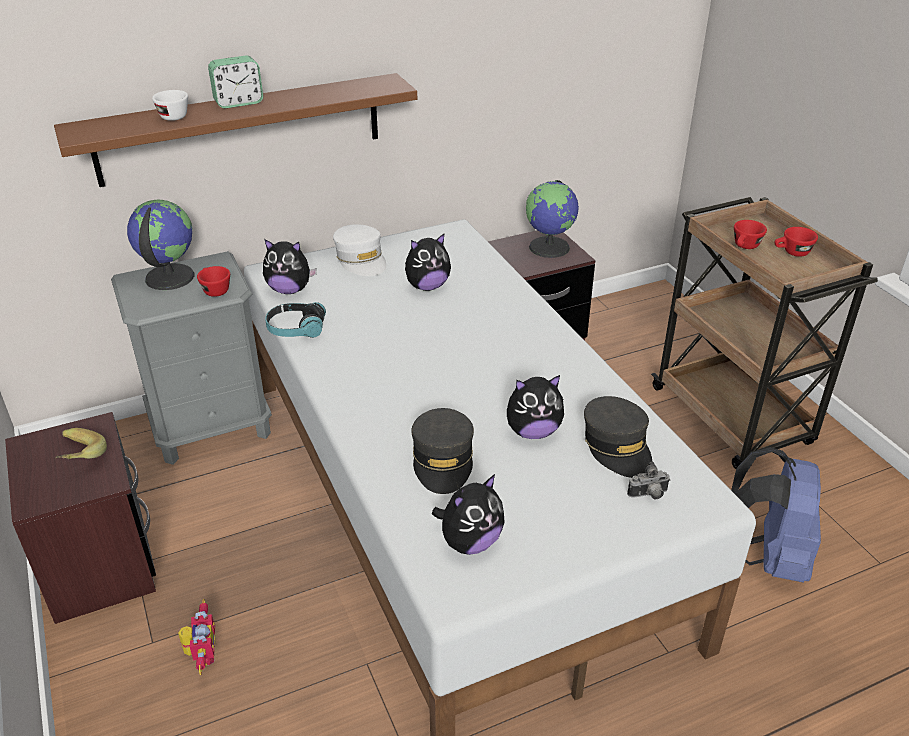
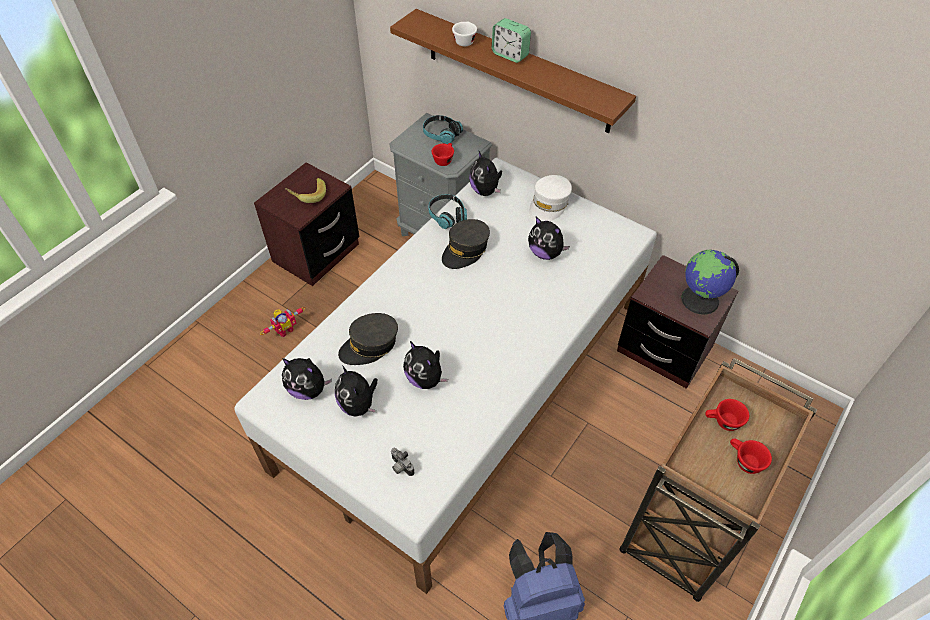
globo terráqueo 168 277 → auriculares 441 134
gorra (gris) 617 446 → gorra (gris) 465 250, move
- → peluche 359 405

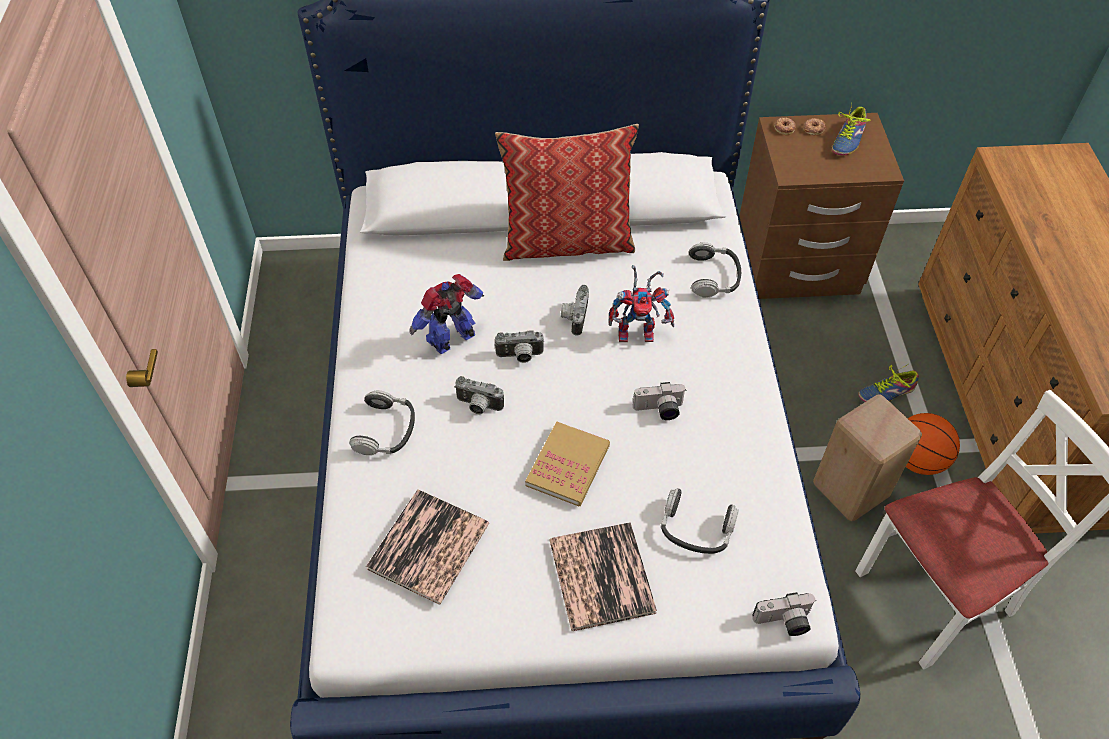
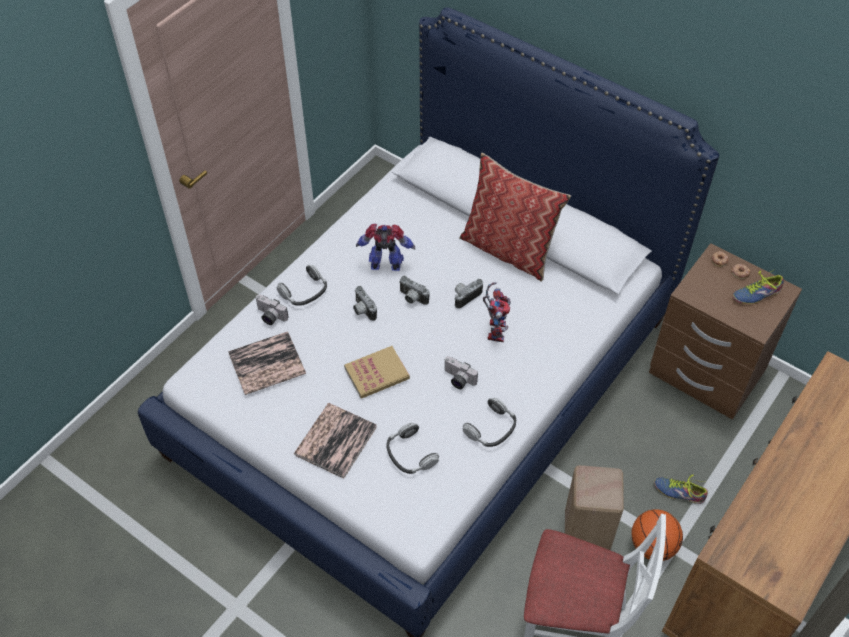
robot de juguete 639 331 → robot de juguete 494 328, 120 degrees counterclockwise
auriculares 714 276 → auriculares 491 428, move
cámara 784 622 → cámara 269 316, move

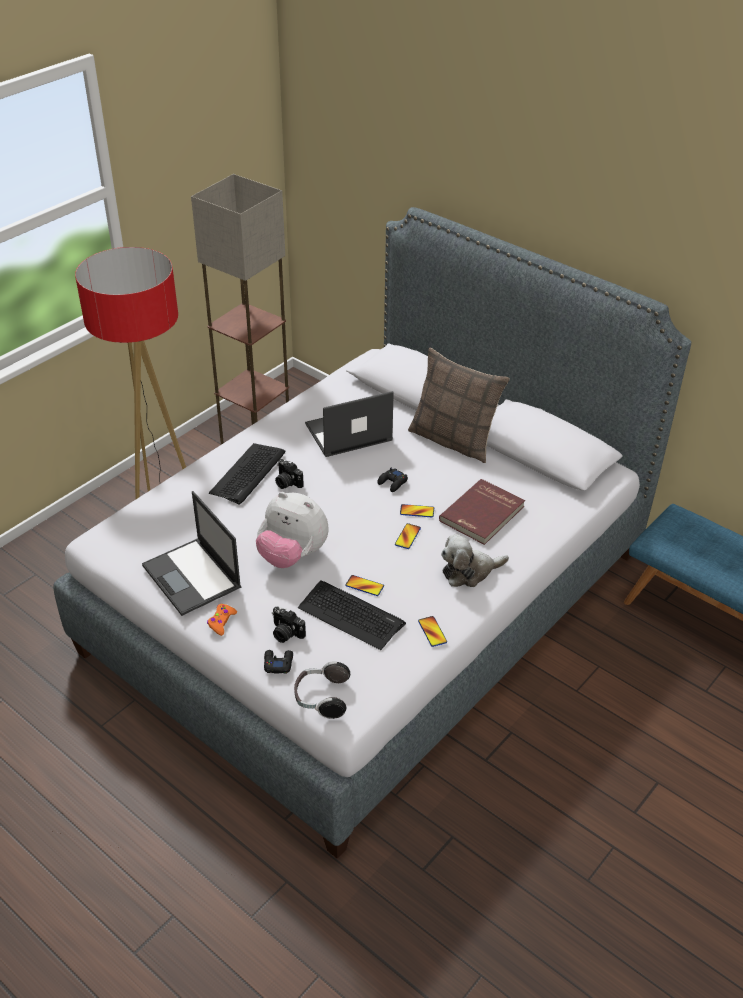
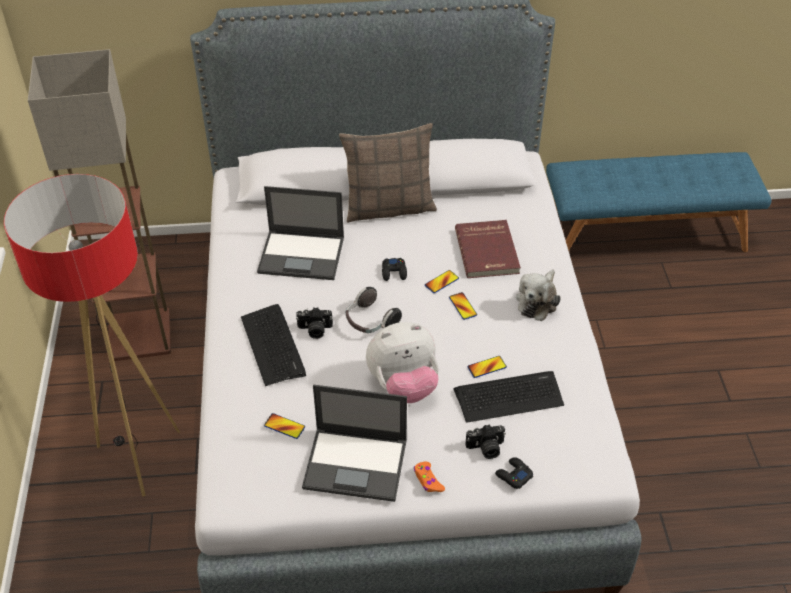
auriculares 321 698 → auriculares 370 322, move
portátil 347 433 → portátil 302 255, 105 degrees counterclockwise
móvil 432 632 → móvil 284 426, move

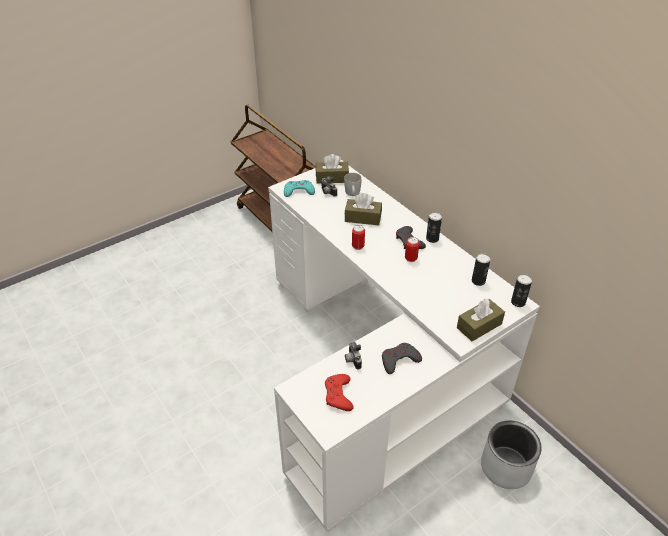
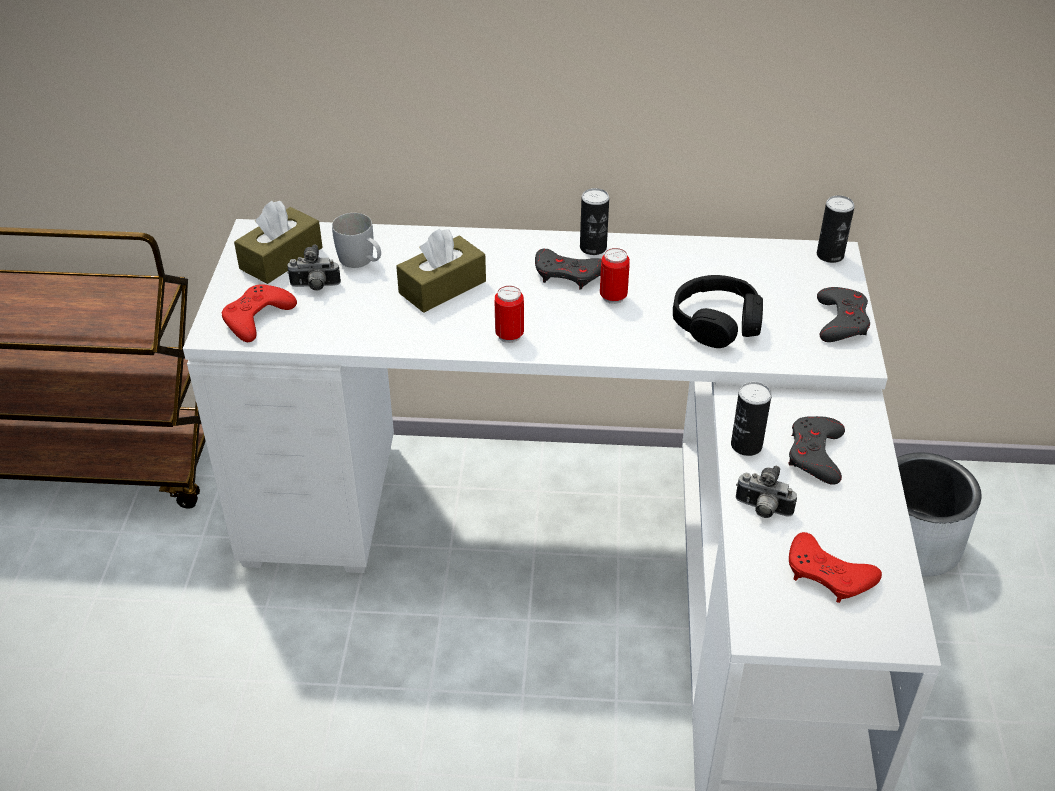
mando de consola (turquesa) 298 191 → mando de consola (rojo) 257 317
caja de pañuelos (marrón) 479 326 → mando de consola (gris) 841 321
lata 478 281 → lata 746 445, move
- → auriculares (negro) 717 322

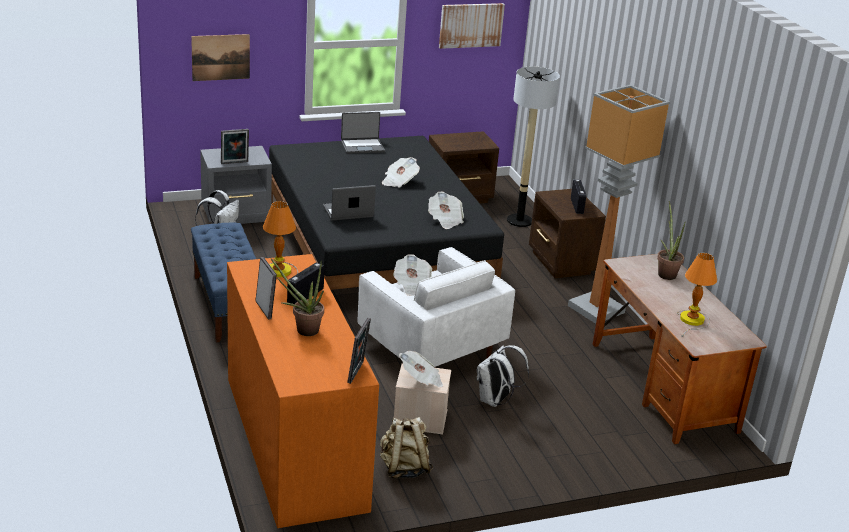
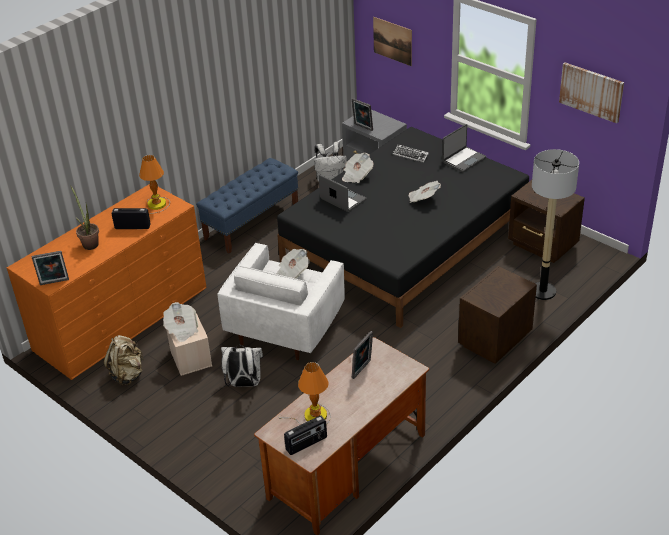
portarretratos 265 309 → portarretratos 362 370, move
portátil 362 146 → portátil 463 159, 90 degrees counterclockwise
periódico 445 220 → periódico 356 175, move
lámpara de pie 597 309 → -
radio 577 206 → radio 306 444, move
planta en maceta 665 273 → -
- → teclado 410 155

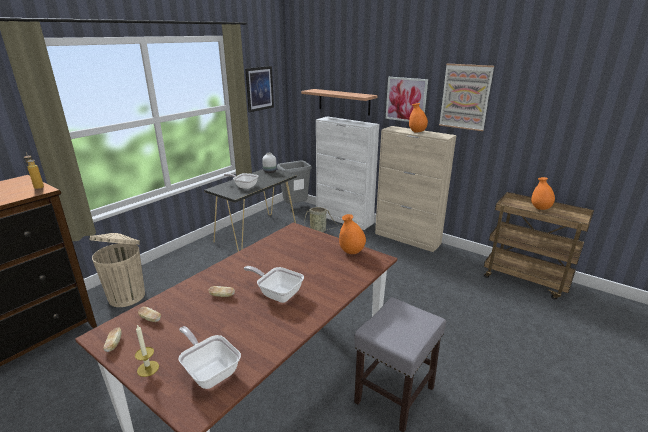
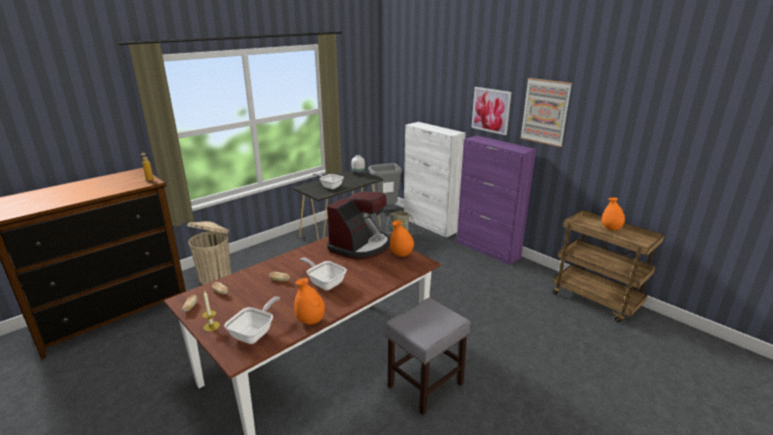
sartén 209 371 → sartén 255 333, 60 degrees clockwise
cuadro 259 88 → -
estante 344 102 → -
armario (beis) 407 239 → armario (morado) 488 249
florero (naranja) 417 132 → florero (naranja) 310 321, move
- → cafetera 360 246

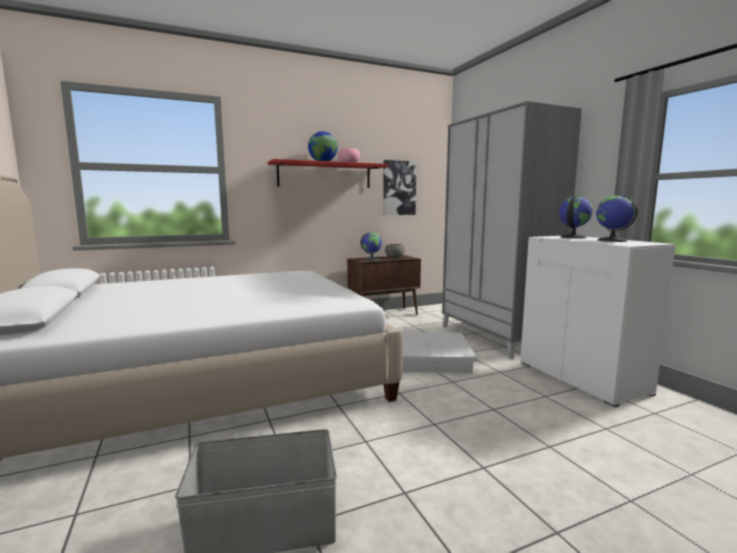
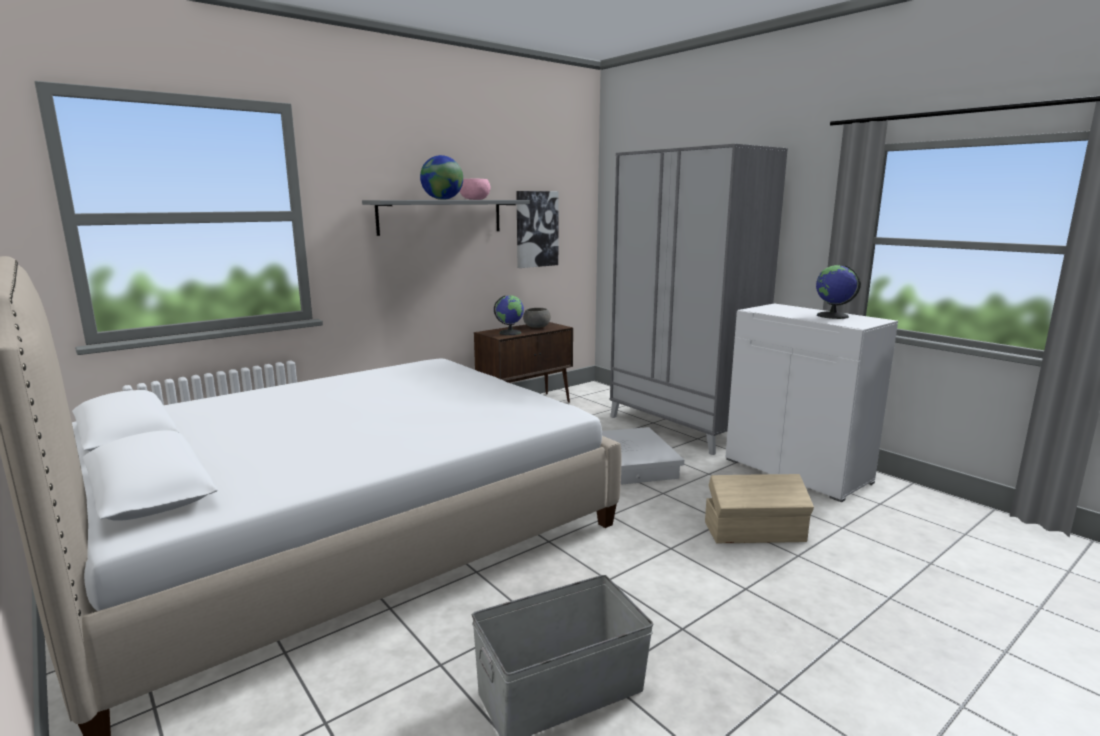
estante (rojo) 325 175 → estante (gris) 441 216
globo terráqueo 572 237 → -
- → caja de almacenaje (beis) 755 532

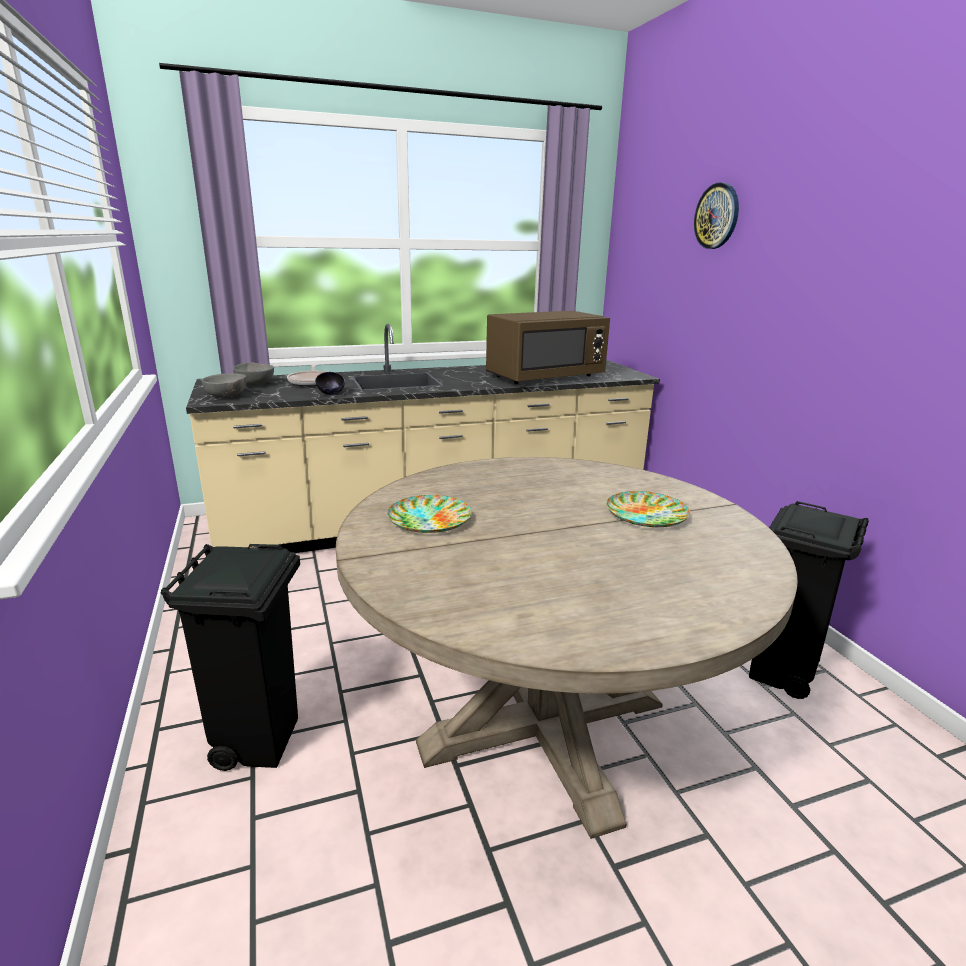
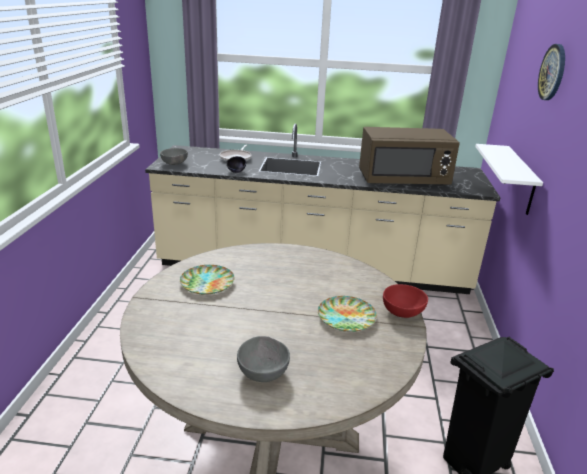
papelera (negro) 259 741 → -
cuenco (gris) 256 384 → cuenco (gris) 264 372, move
- → cuenco (rojo) 403 313
- → estante (blanco) 519 180

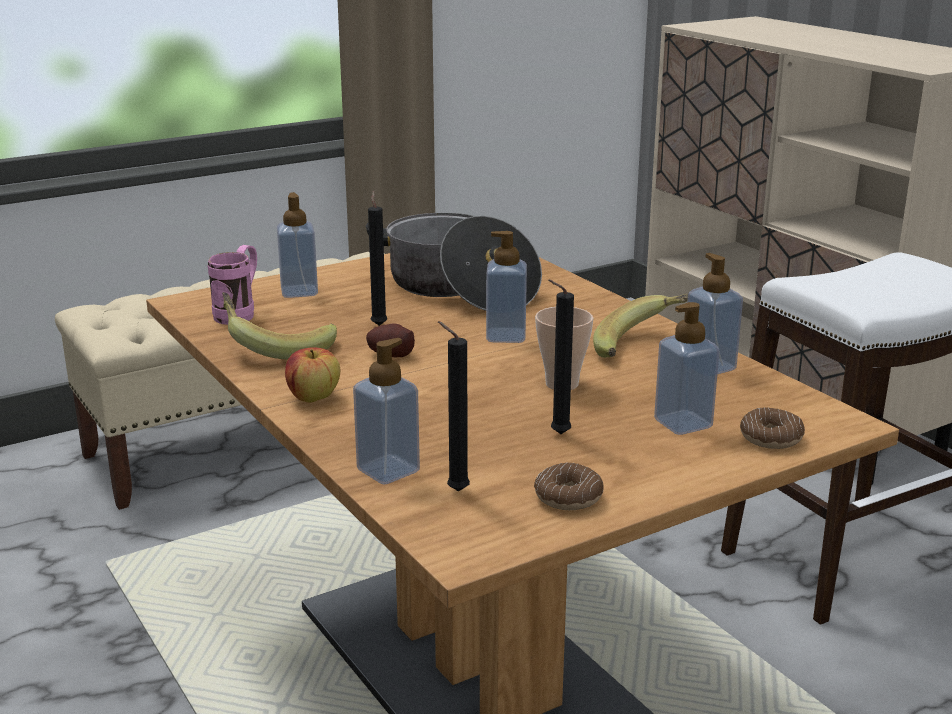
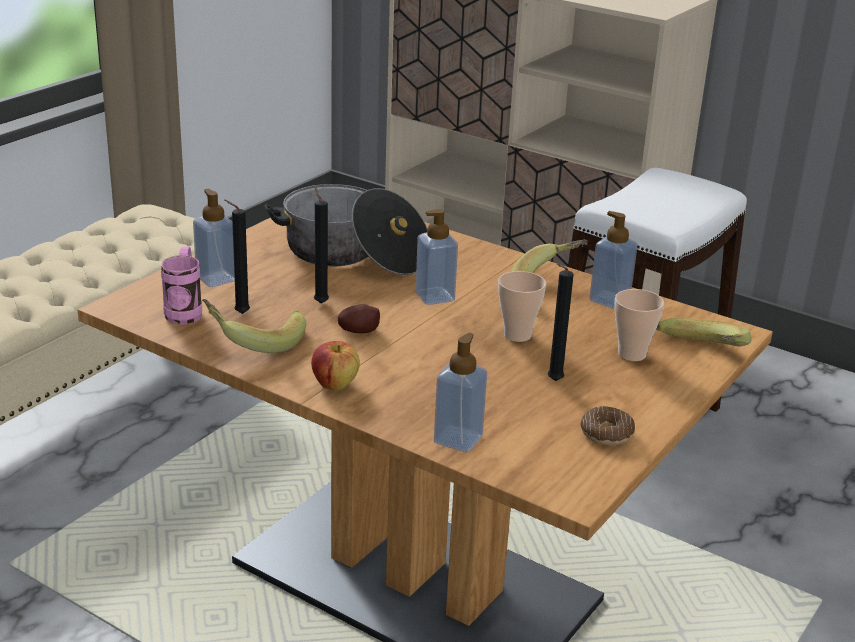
vela (negro) 454 490 → vela (negro) 239 313, move
dispensador de jabón 683 423 → taza 632 354
rosquilla 771 438 → plátano 699 355

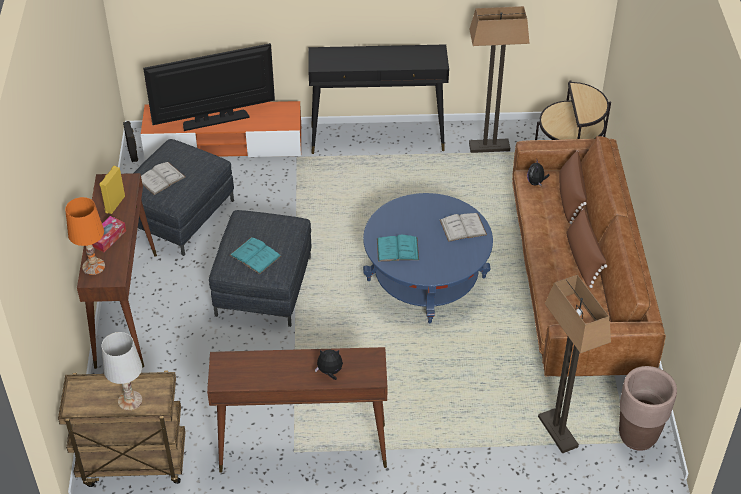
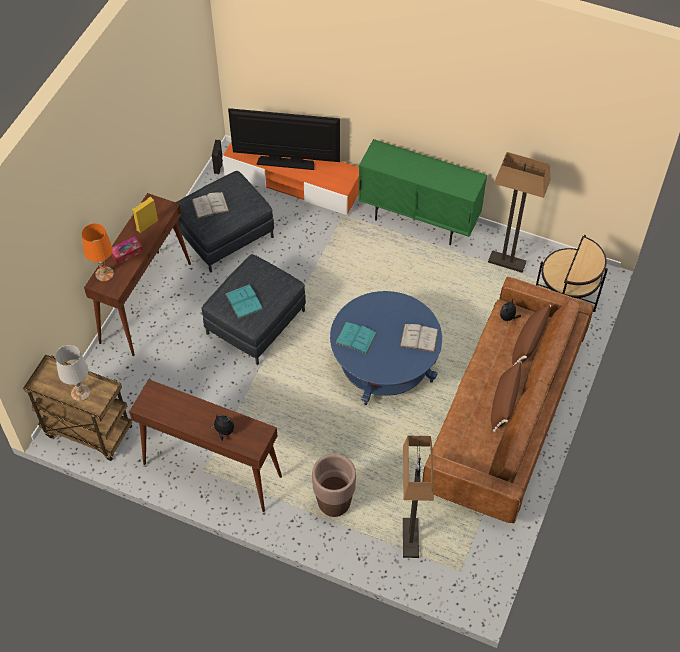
mesa consola (negro) 378 138 → armario (verde) 418 221
maceta (marrón) 637 436 → maceta (marrón) 334 504, move

